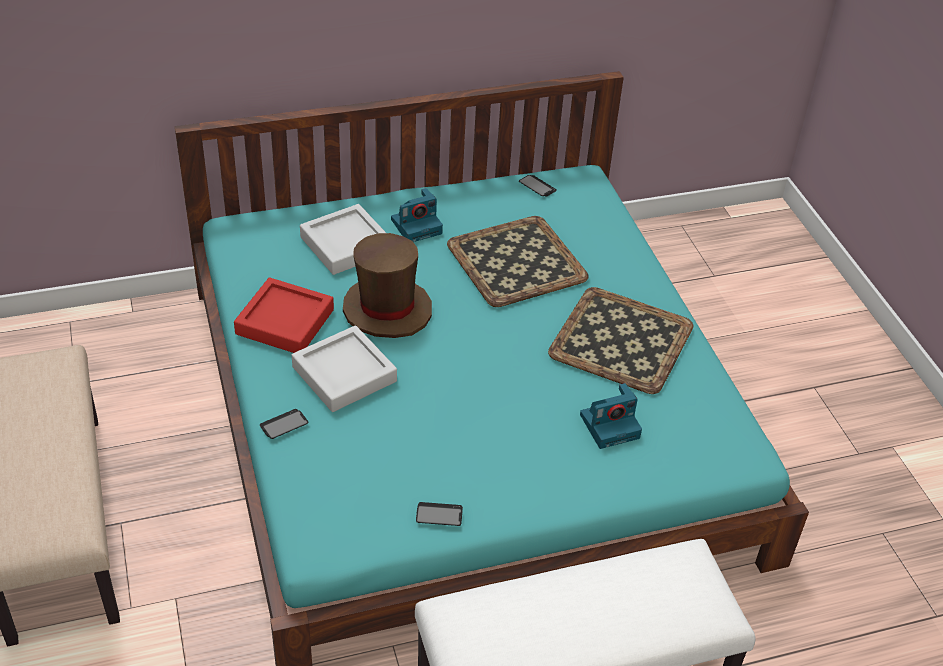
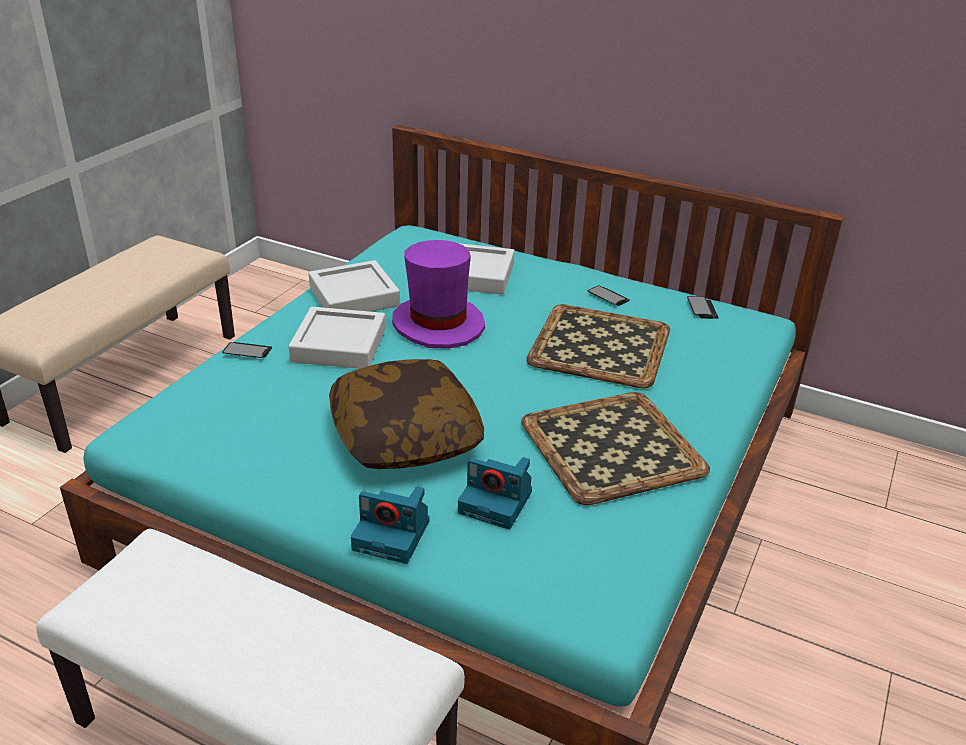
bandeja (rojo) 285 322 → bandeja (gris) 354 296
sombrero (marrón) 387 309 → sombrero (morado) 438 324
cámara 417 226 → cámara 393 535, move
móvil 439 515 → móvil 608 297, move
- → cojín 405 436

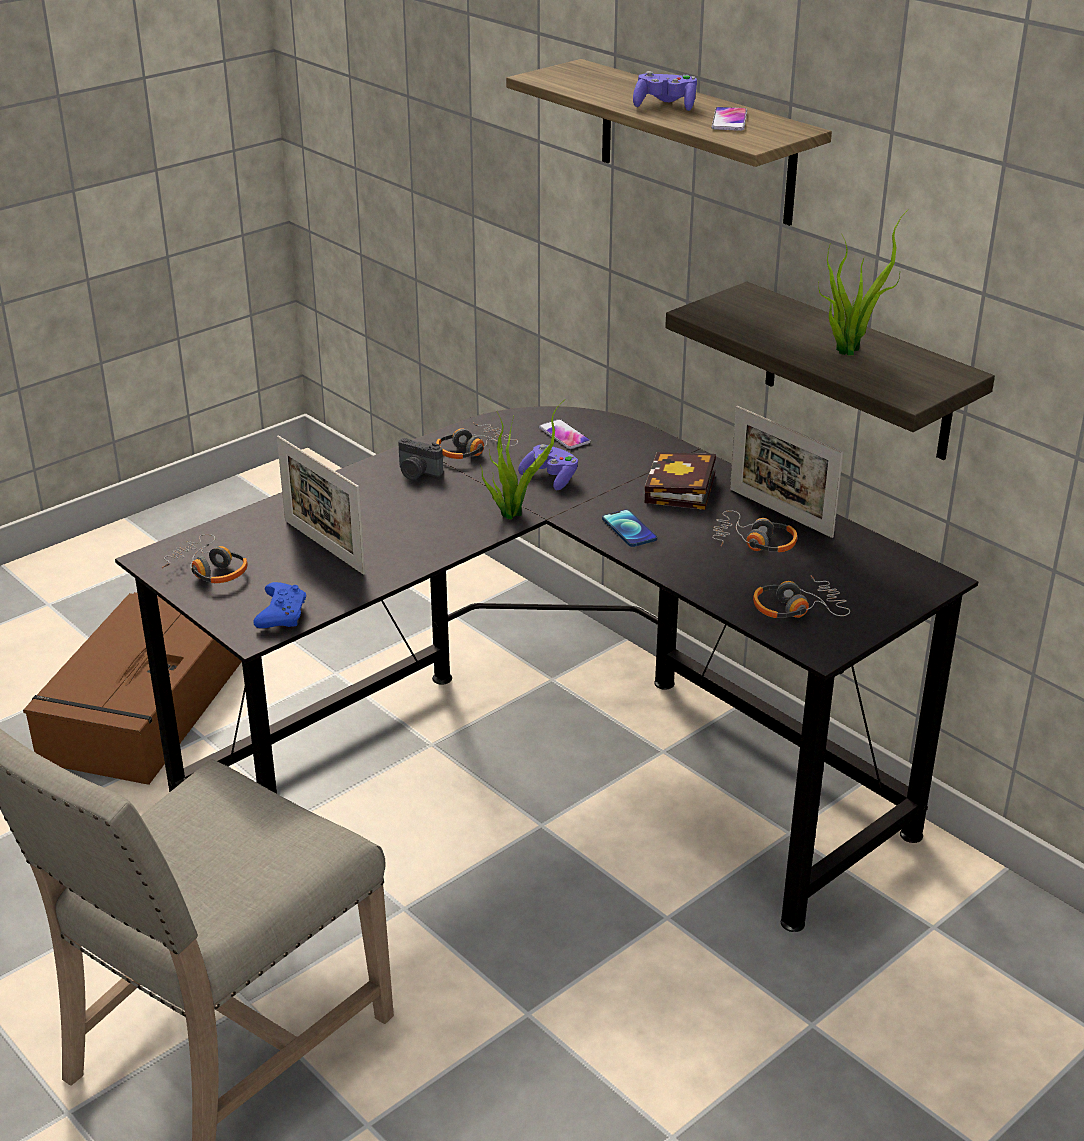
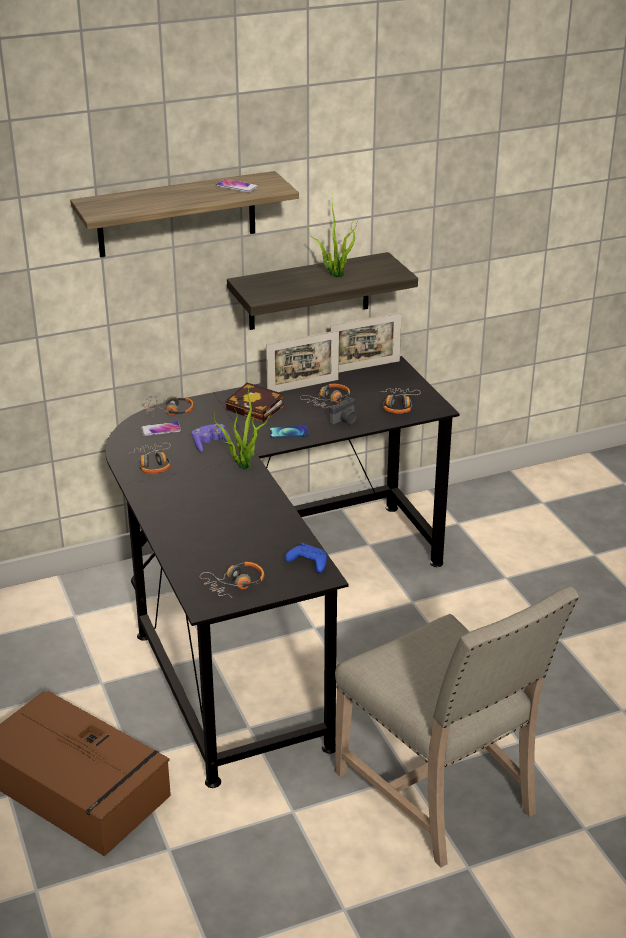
portarretratos 324 547 → portarretratos 365 367, move
cámara 417 473 → cámara 345 420, move
mando de consola (morado) 665 106 → -
- → auriculares 169 411

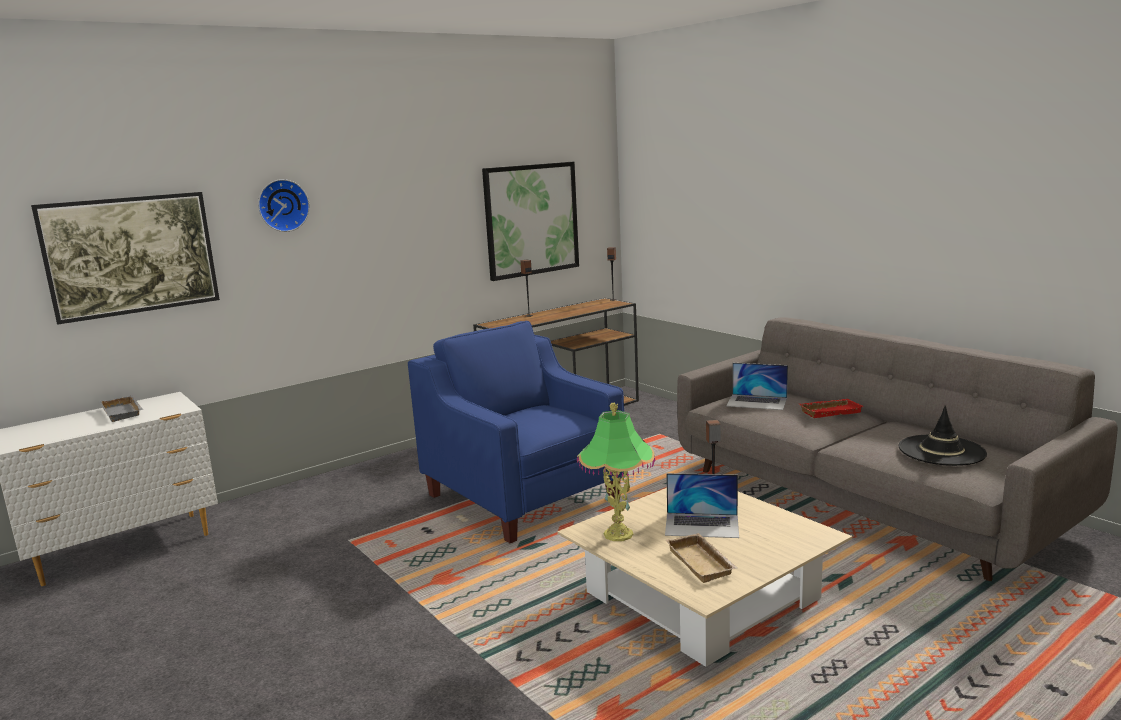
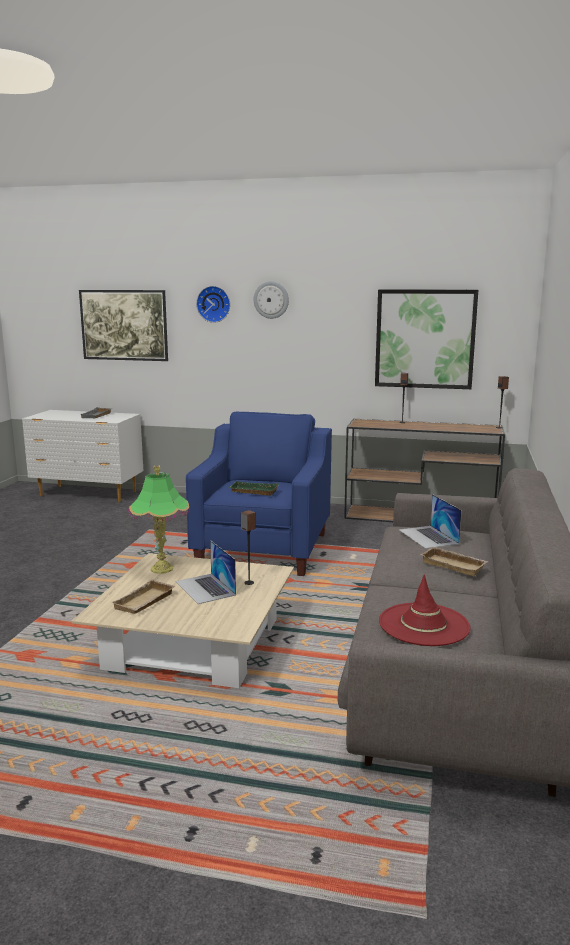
bandeja (rojo) 830 411 → bandeja (beis) 454 565
sombrero (negro) 941 451 → sombrero (rojo) 424 625
- → bandeja (verde) 252 492
- → reloj de pared 271 300

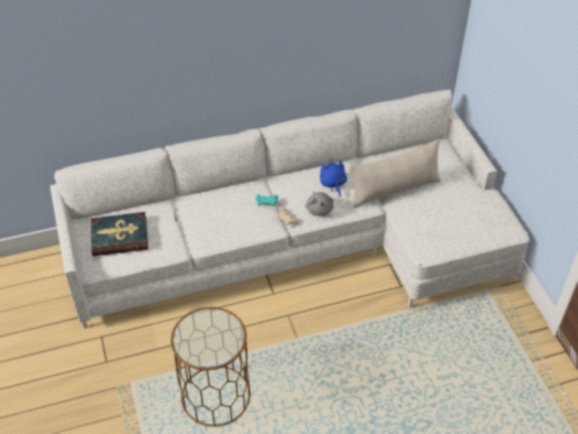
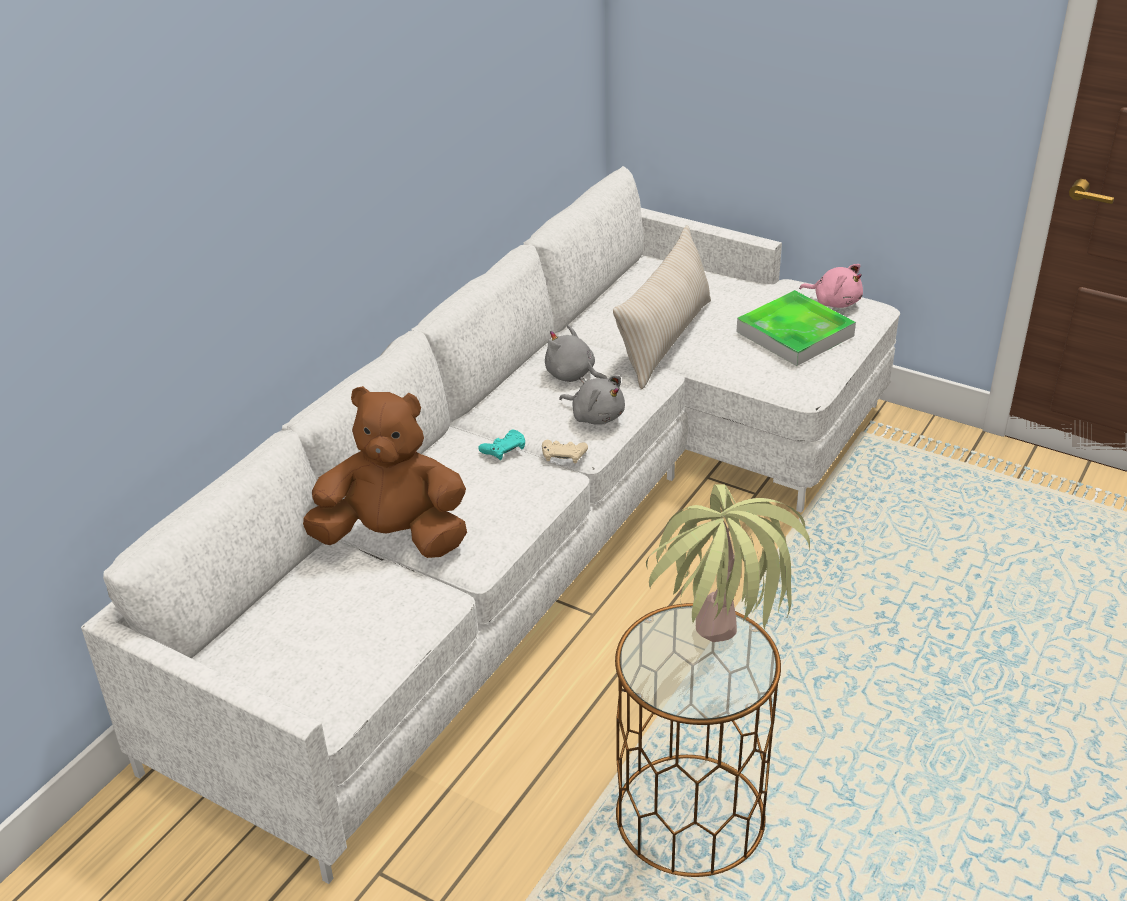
libro 120 236 → -
peluche (azul) 333 184 → peluche (gris) 573 375
- → peluche (marrón) 393 537
- → planta en maceta 718 668
- → bandeja 795 334
- → peluche (rosa) 834 302

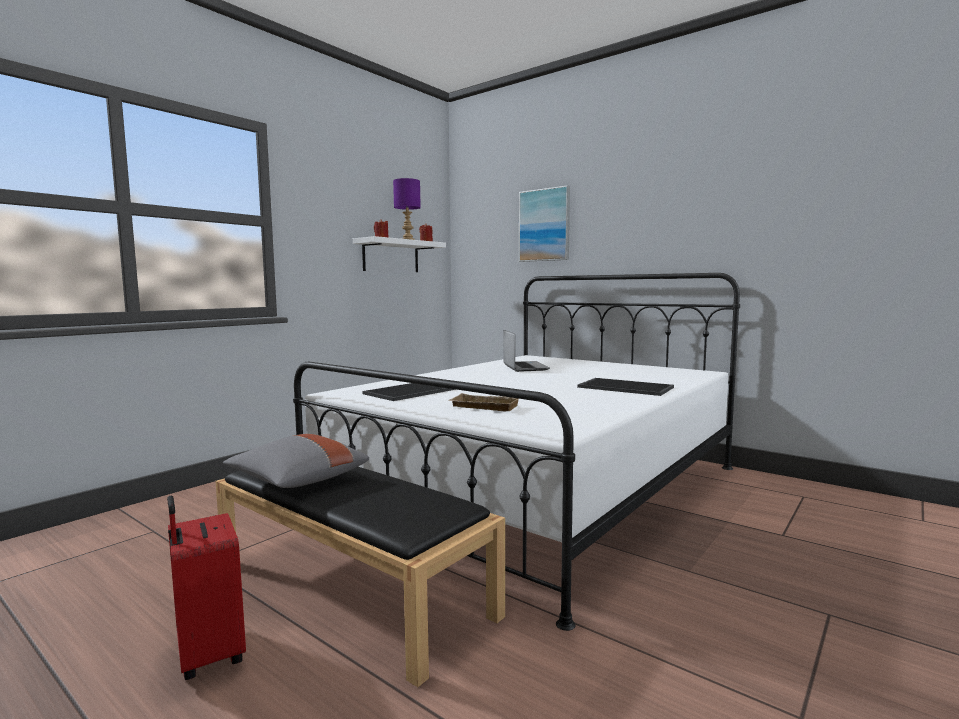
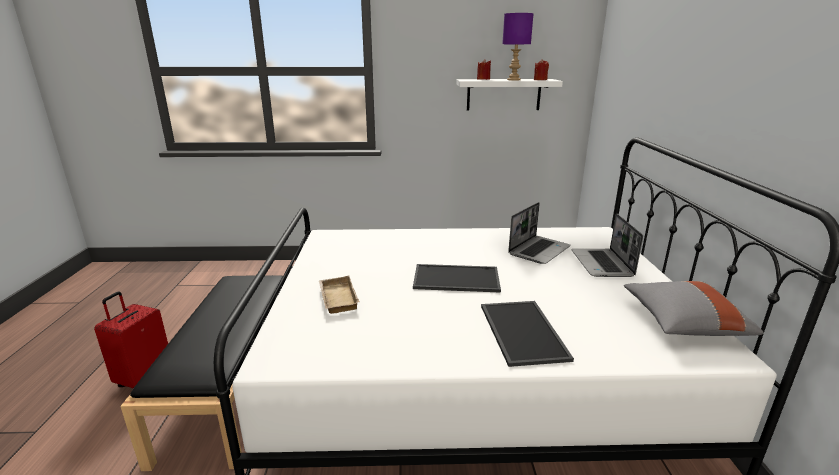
cojín (gris) 297 481 → cojín (gris) 682 323, move
bandeja 412 391 → bandeja 455 279, move
cuadro 544 225 → -
- → portátil 602 264

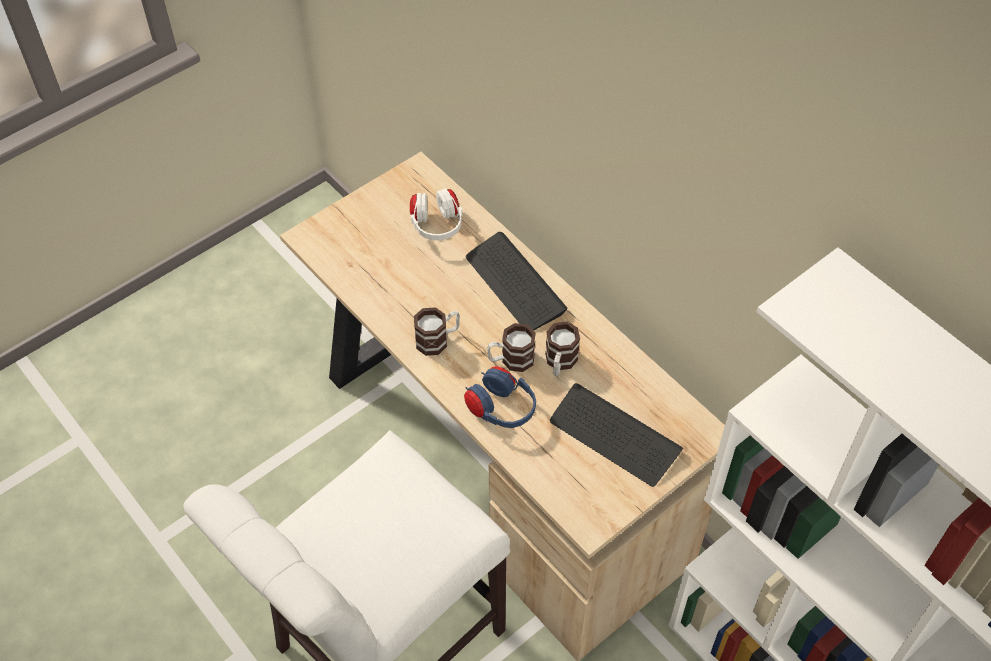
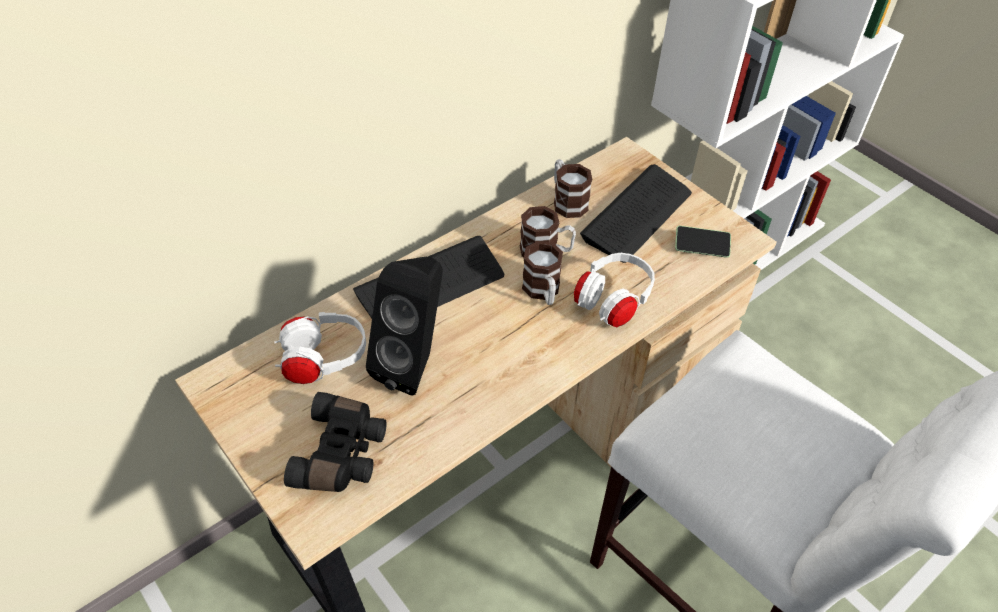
taza grande 438 339 → taza grande 567 201, move
auriculares (azul) 501 409 → auriculares (blanco) 612 302
- → prismáticos (negro) 342 454
- → altavoz (negro) 414 363
- → móvil 701 247

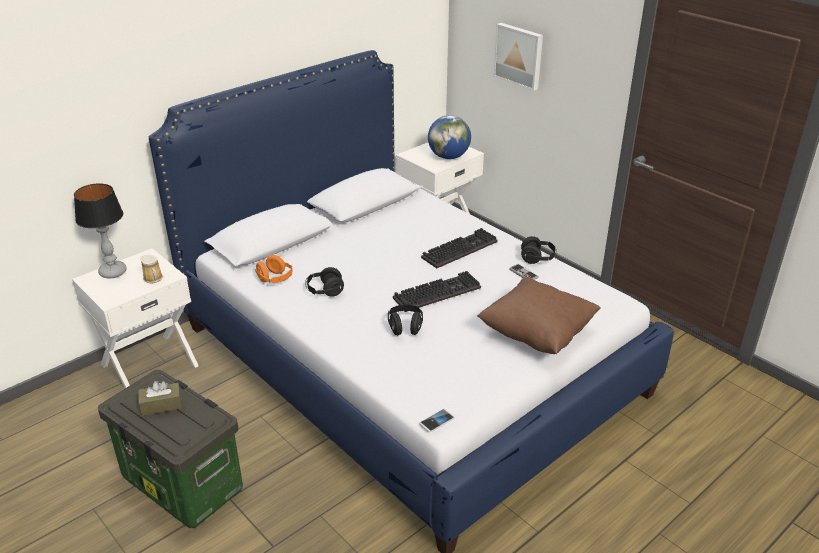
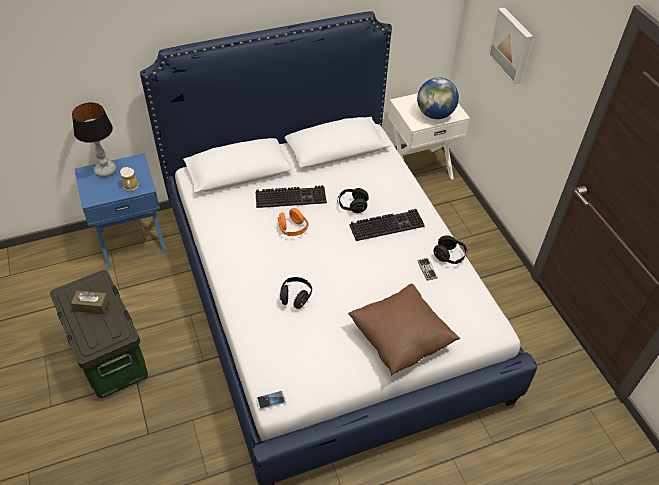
mesita de noche (blanco) 149 364 → mesita de noche (azul) 132 239
auriculares (naranja) 275 279 → auriculares (naranja) 293 229, move
auriculares (negro) 324 291 → auriculares (negro) 352 206, move
teclado 437 292 → teclado 292 197, move

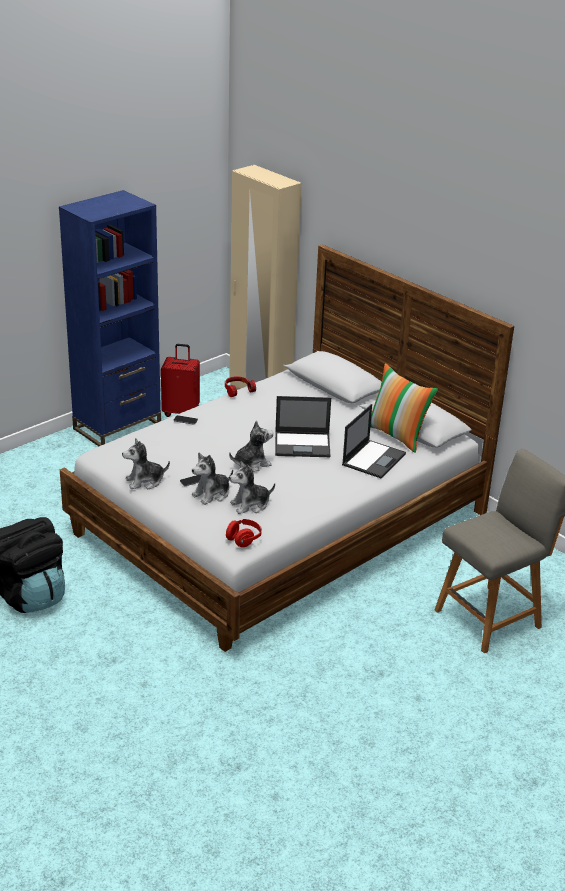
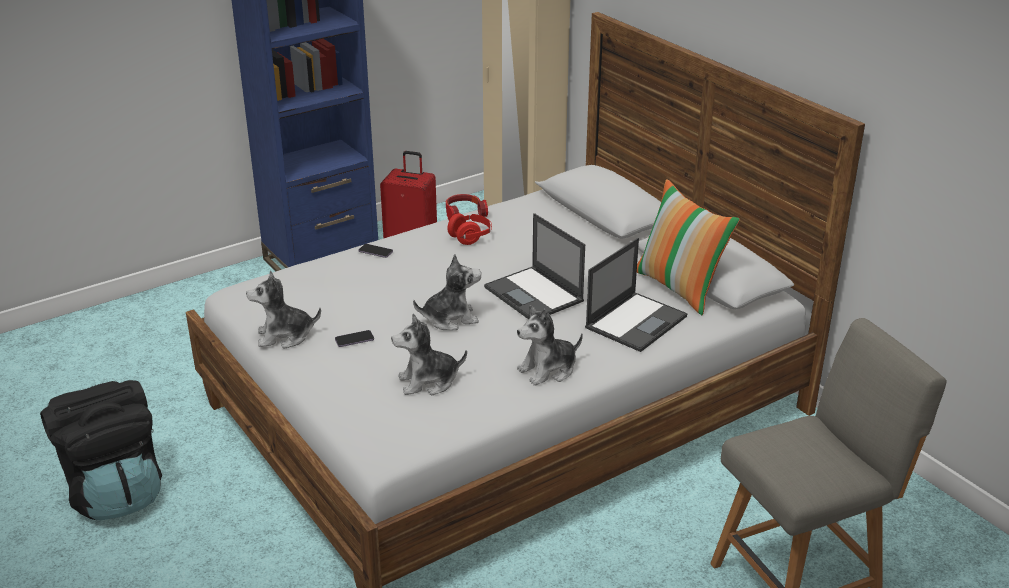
peluche 212 494 → peluche 548 370, move
auriculares (rojo) 244 539 → auriculares (rojo) 470 237, move
portátil 303 445 → portátil 534 295, 45 degrees clockwise

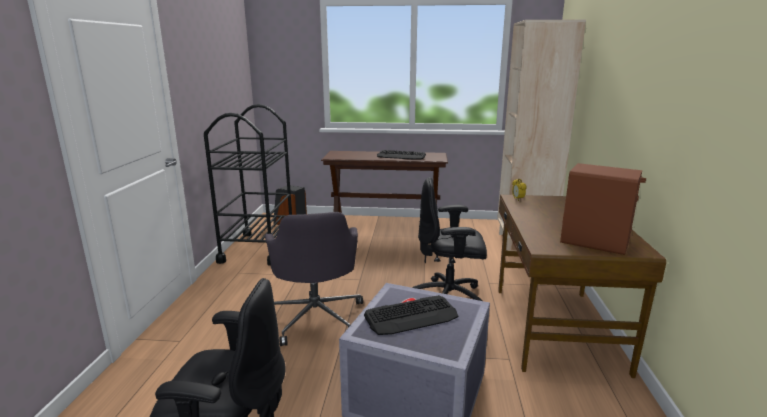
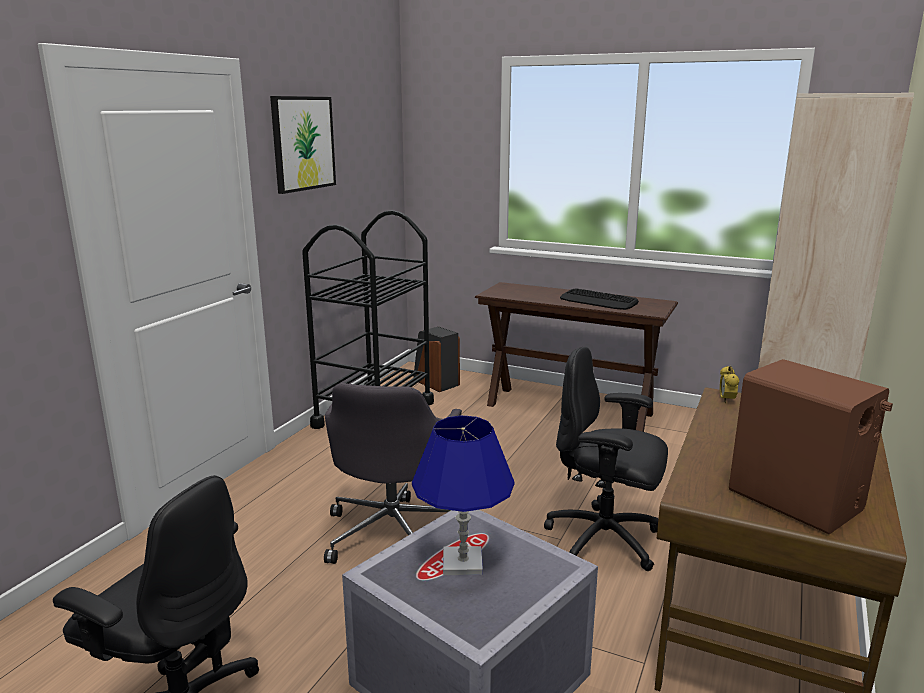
teclado 411 316 → lámpara de mesa (azul) 462 563
- → cuadro 303 143

